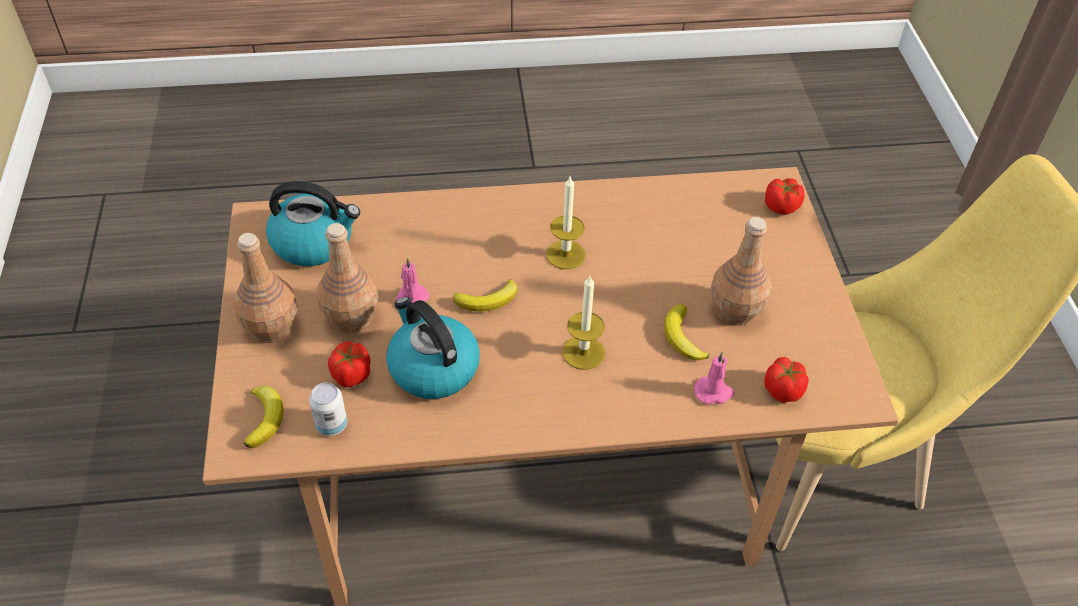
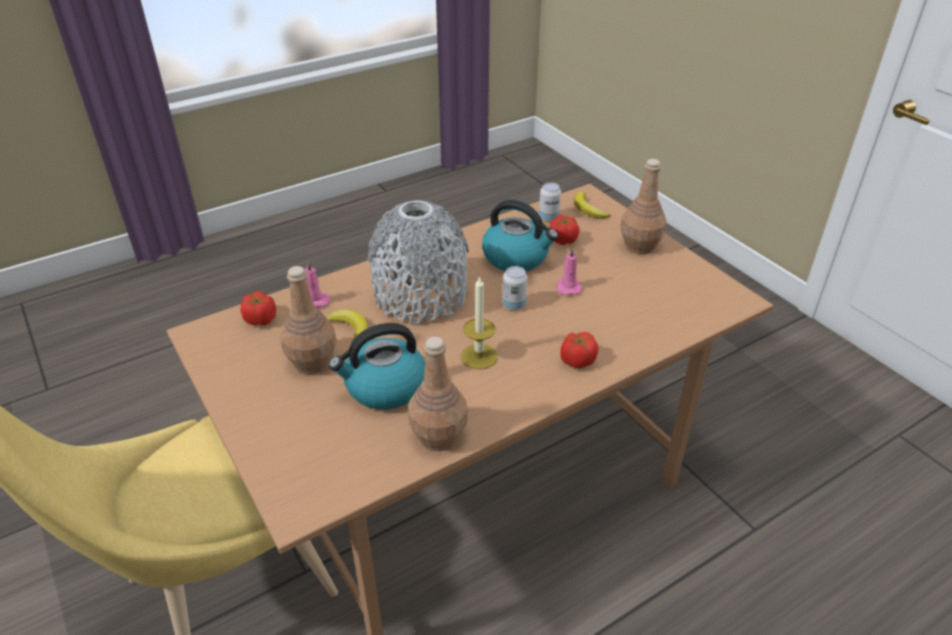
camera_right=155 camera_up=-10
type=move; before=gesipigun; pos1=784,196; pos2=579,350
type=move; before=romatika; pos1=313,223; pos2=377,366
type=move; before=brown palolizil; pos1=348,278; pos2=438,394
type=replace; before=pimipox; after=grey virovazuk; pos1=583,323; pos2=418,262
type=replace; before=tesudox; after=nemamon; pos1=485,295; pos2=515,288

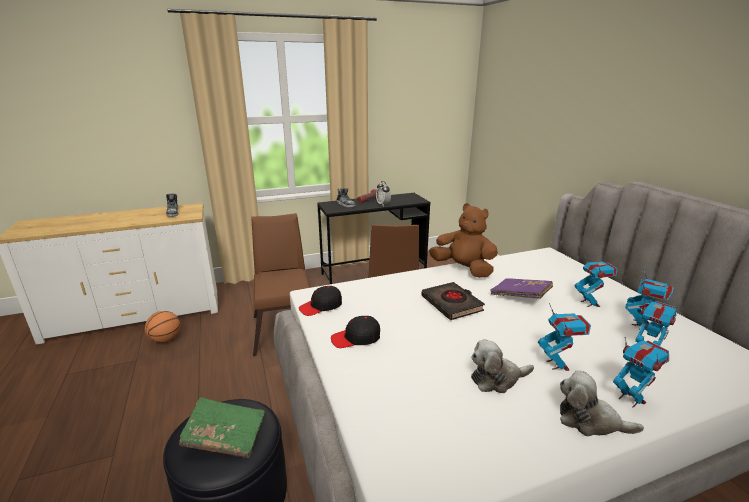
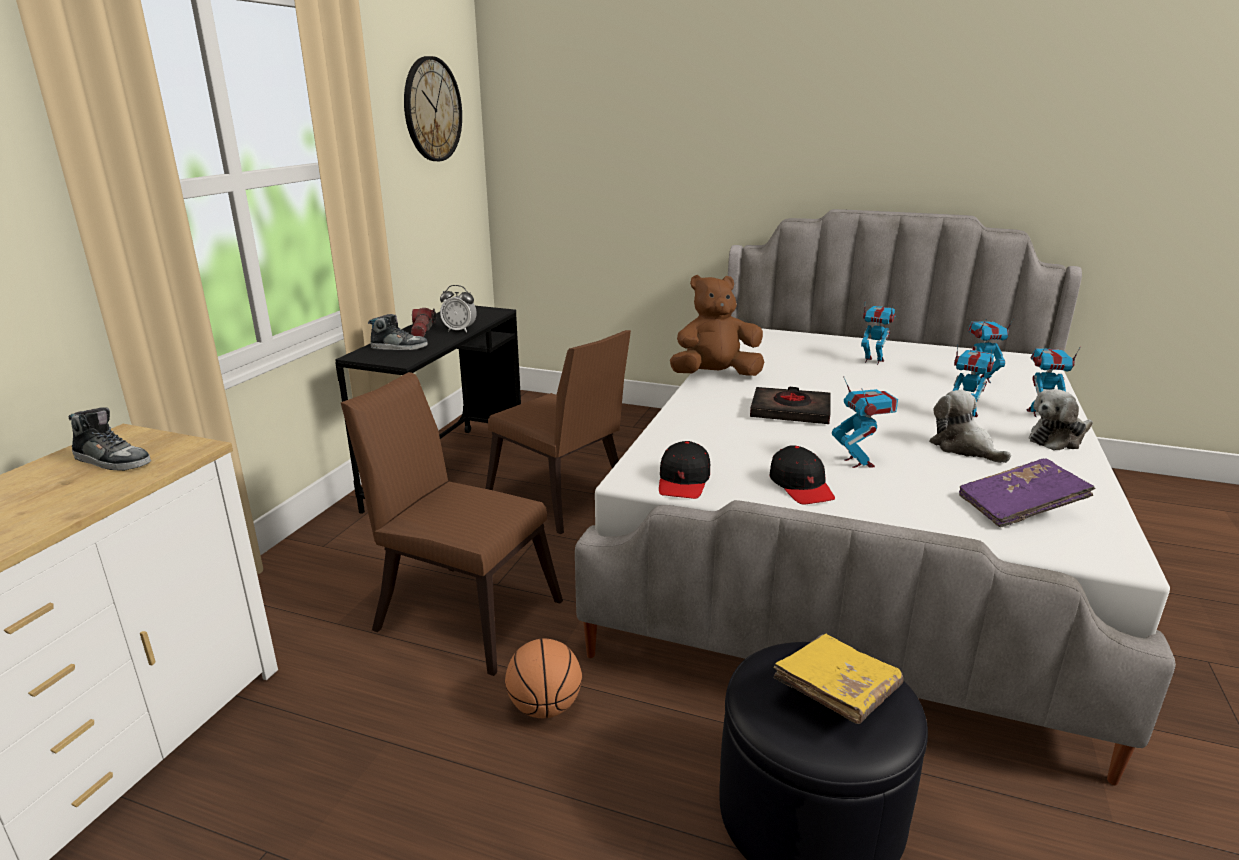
camera_right=-50 camera_up=0
type=move; before=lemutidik; pos1=649,299; pos2=865,422
type=move; before=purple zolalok; pos1=521,288; pos2=1027,493
type=move; before=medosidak; pos1=163,327; pos2=543,678
type=rotate; before=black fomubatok; pos1=355,332; pos2=802,475; turn=-45
type=rotate; before=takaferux; pos1=502,366; pos2=970,426; turn=120
type=recolor; before=green zolalok; after=yellow zolalok; pos1=222,427; pos2=838,679
type=insert; after=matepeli; pos2=433,108

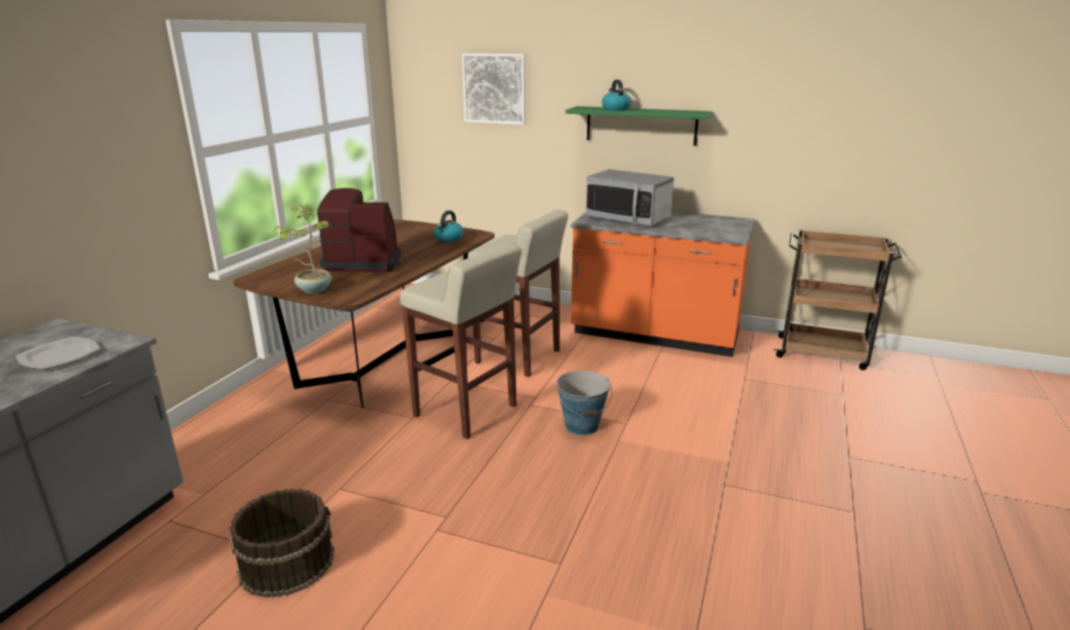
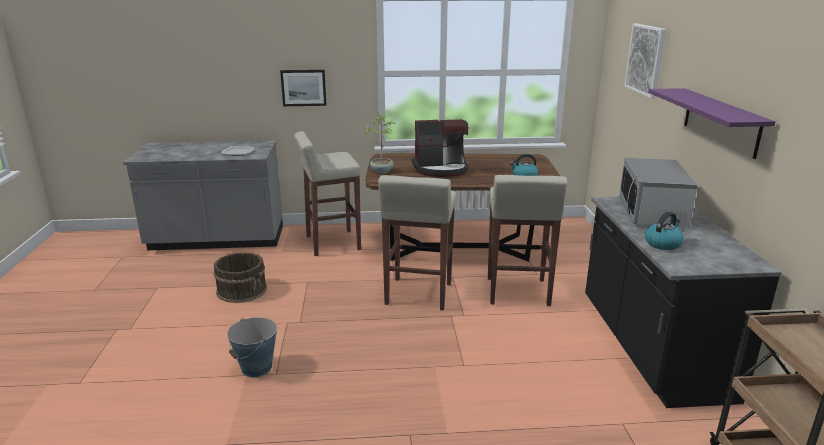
camera_right=65 camera_up=0
type=move; before=romatika; pos1=616,95; pos2=664,231
type=recolor; before=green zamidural; after=purple zamidural; pos1=639,126; pos2=711,123
type=rotate; before=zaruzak; pos1=359,230; pos2=440,148; turn=105
type=recolor; before=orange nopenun; after=black nopenun; pos1=663,284; pos2=683,302
type=move; before=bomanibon; pos1=584,403; pos2=252,347
type=insert; after=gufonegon; pos2=303,88
type=insert; after=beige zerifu; pos2=327,193

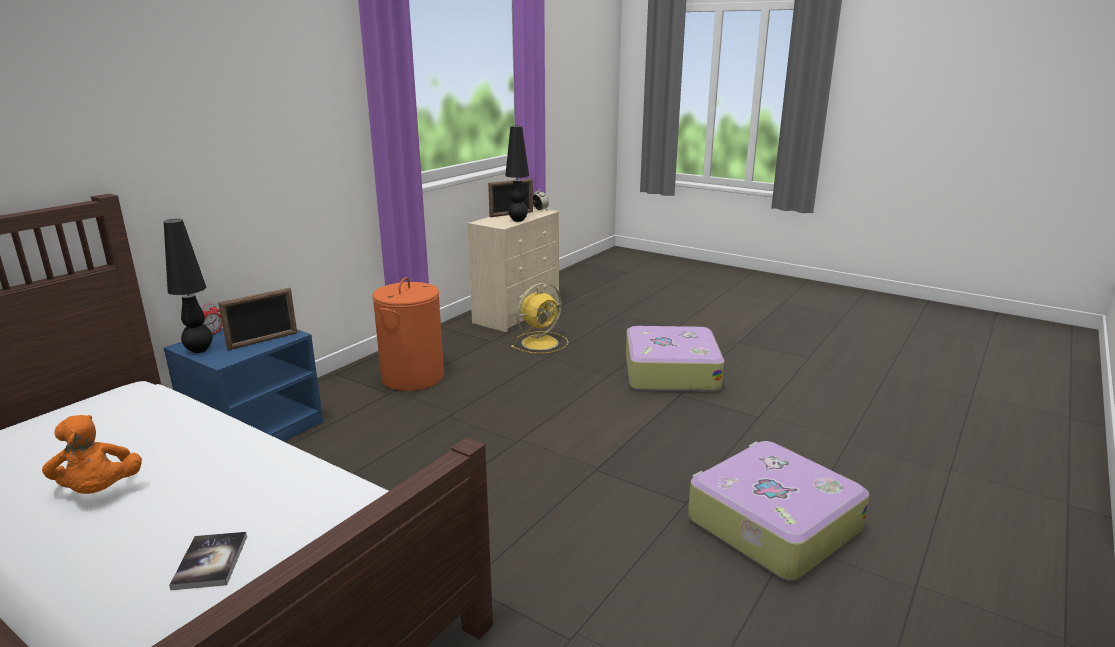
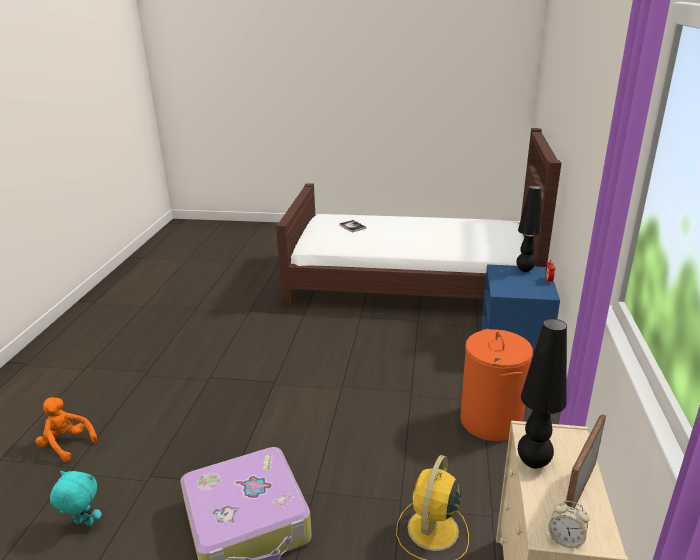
camera_right=155 camera_up=5
type=delete; before=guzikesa; pos1=257,319
type=move; before=orange takaferux; pos1=92,454; pos2=66,429
type=delete; before=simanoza; pos1=778,511
type=insert; after=turquoise takaferux; pos2=76,498

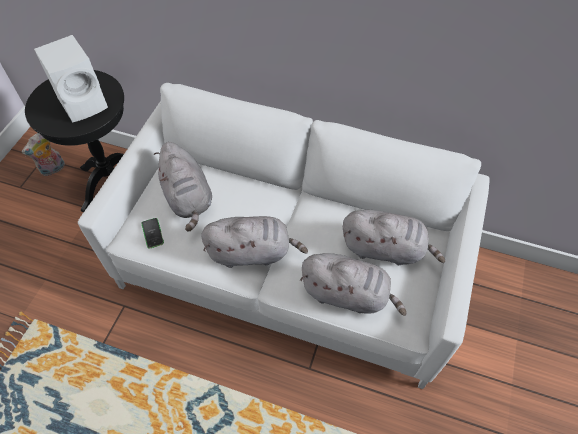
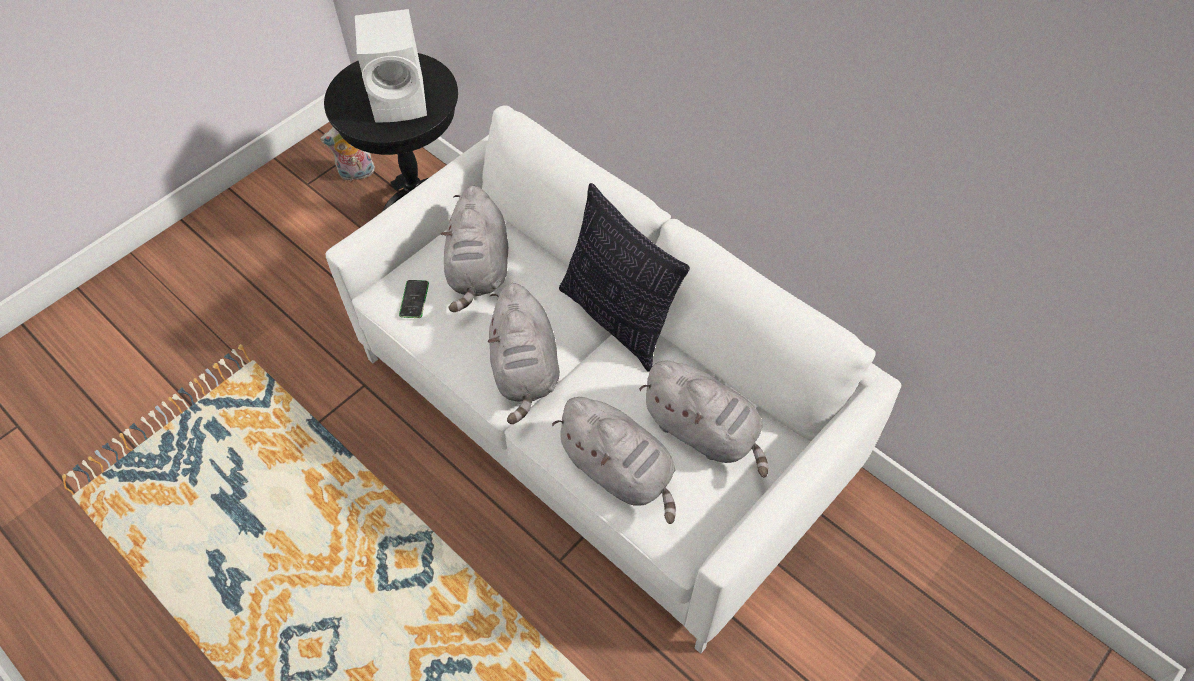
camera_right=25 camera_up=0
type=rotate; before=grey takaferux; pos1=254,242; pos2=524,353; turn=60
type=insert; after=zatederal; pos2=624,277

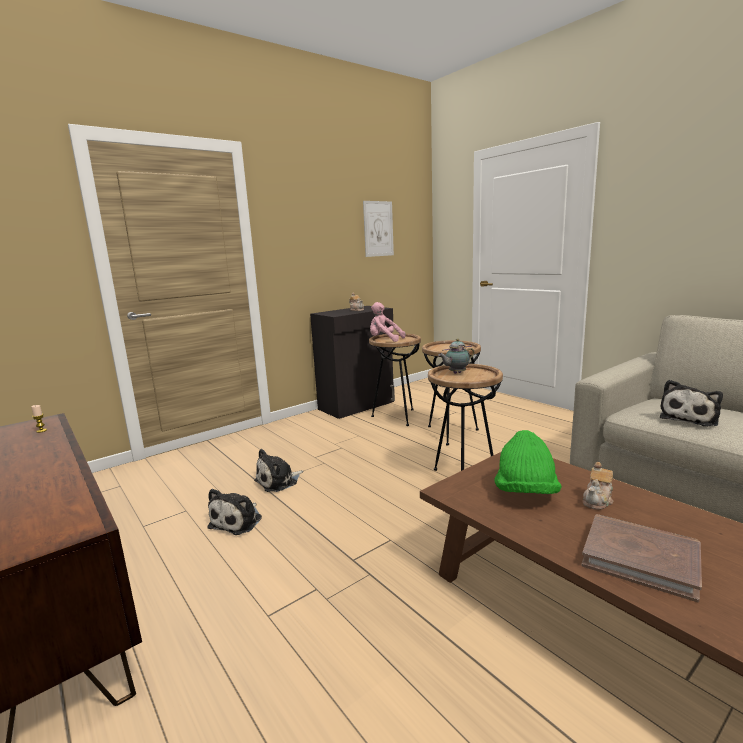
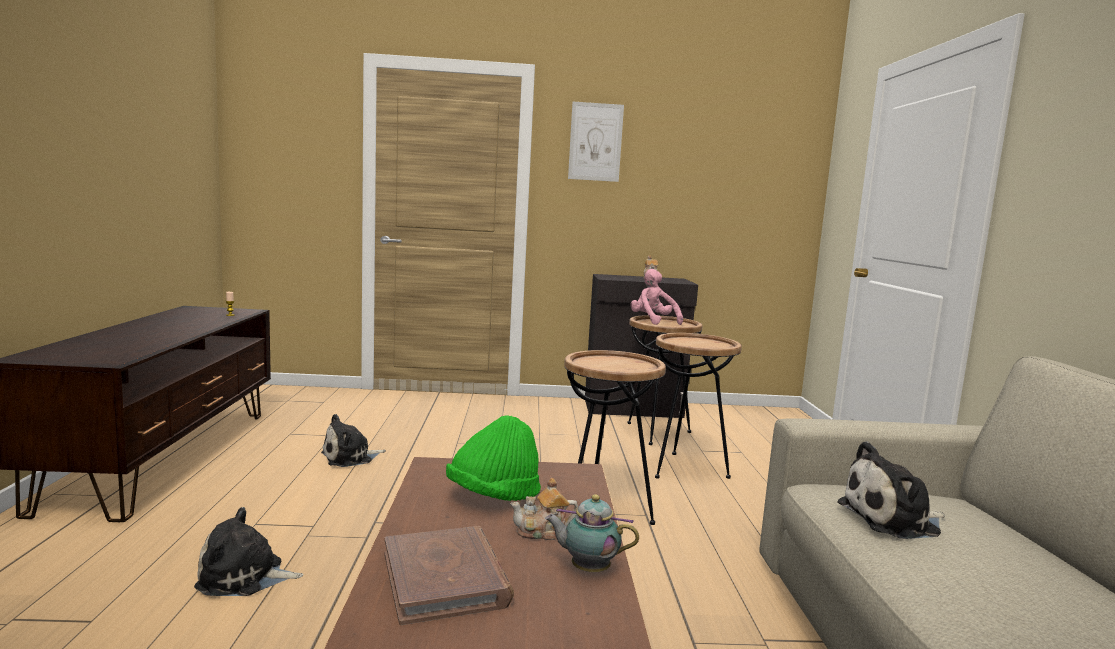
camera_right=35 camera_up=-5
type=move; before=gufonegon; pos1=378,229; pos2=596,142
type=move; before=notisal; pos1=456,356; pos2=592,533
type=move; before=takaferux; pos1=279,470; pos2=248,551

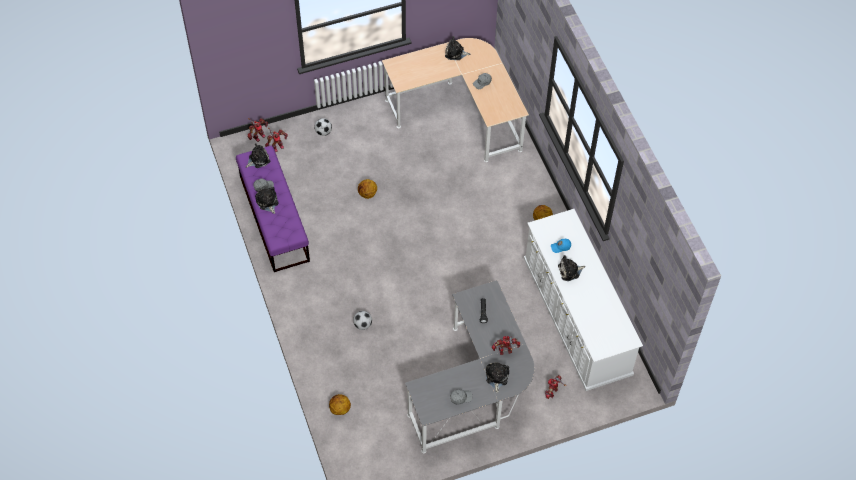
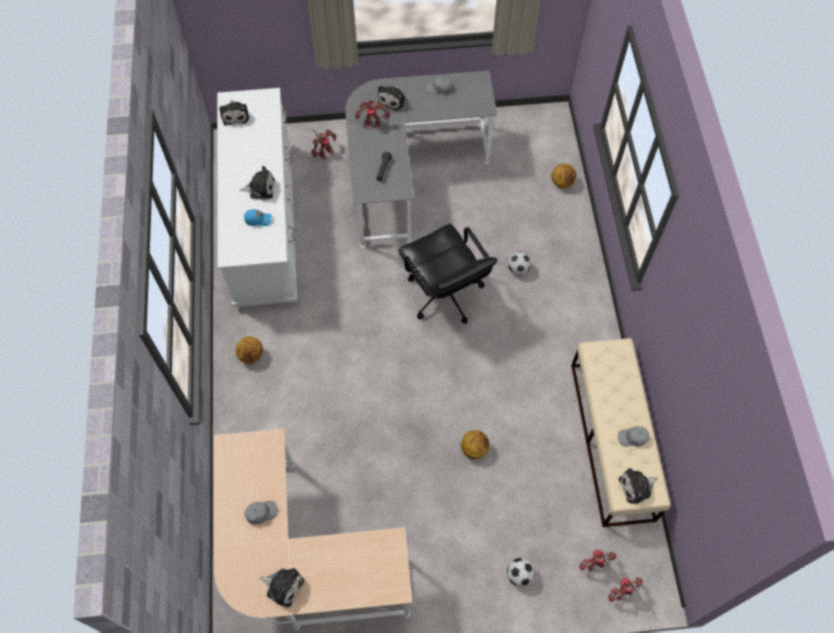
camera_right=-165 camera_up=5
type=recolor; before=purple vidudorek; after=beige vidudorek; pos1=273,209; pos2=621,432
type=move; before=takaferux; pos1=267,200; pos2=234,113
type=insert; after=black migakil; pos2=447,274

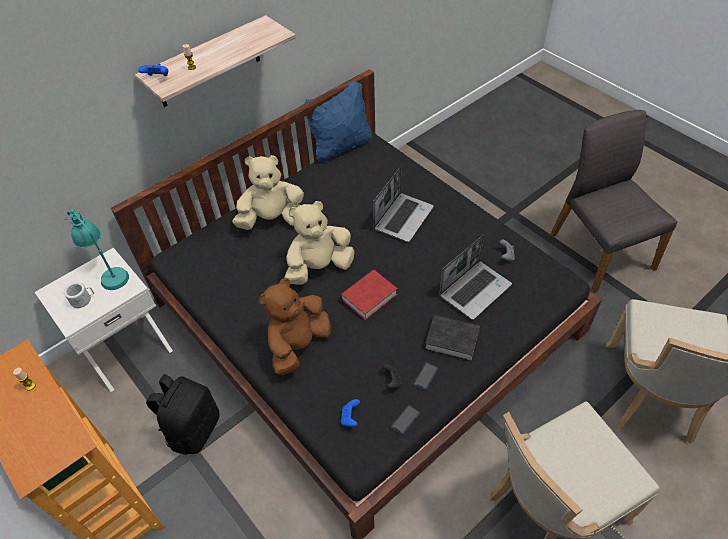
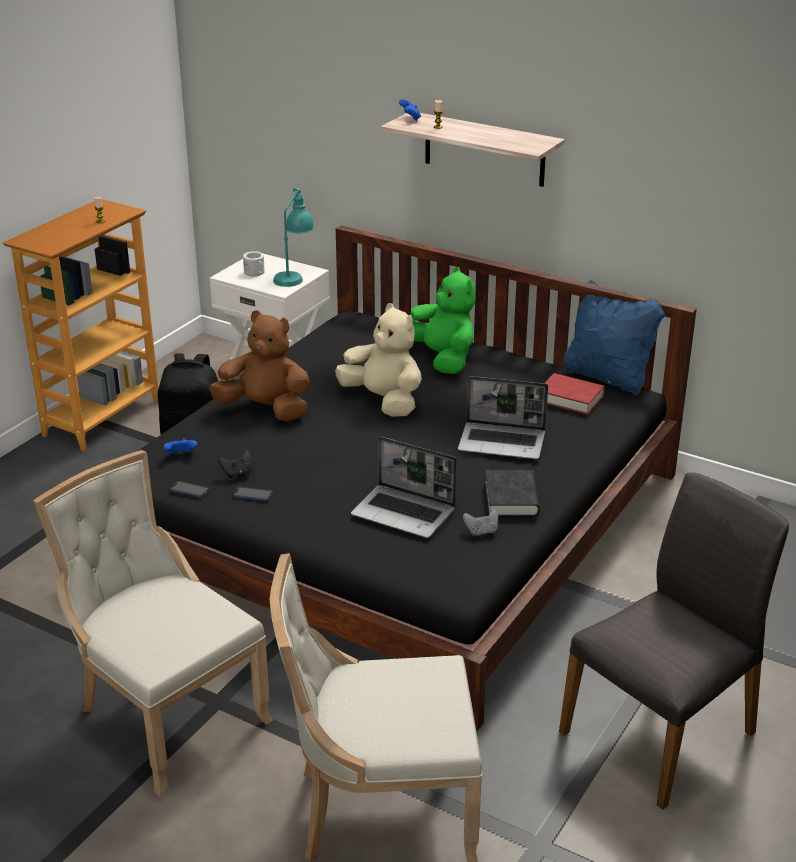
camera_right=70 camera_up=-20
type=recolor; before=beige takaferux; after=green takaferux; pos1=268,192; pos2=443,320
type=move; before=red zolalok; pos1=369,295; pos2=575,394
type=move; before=black zolalok; pos1=452,338; pos2=512,493

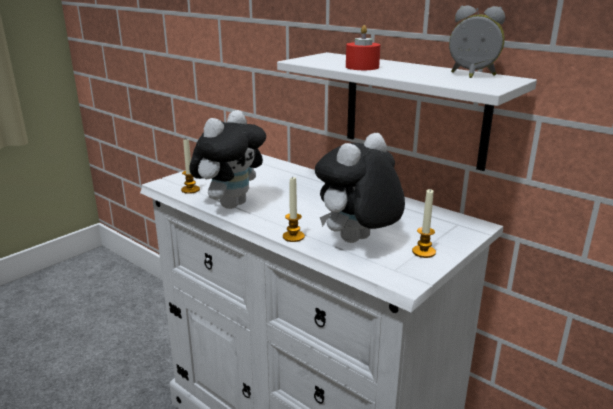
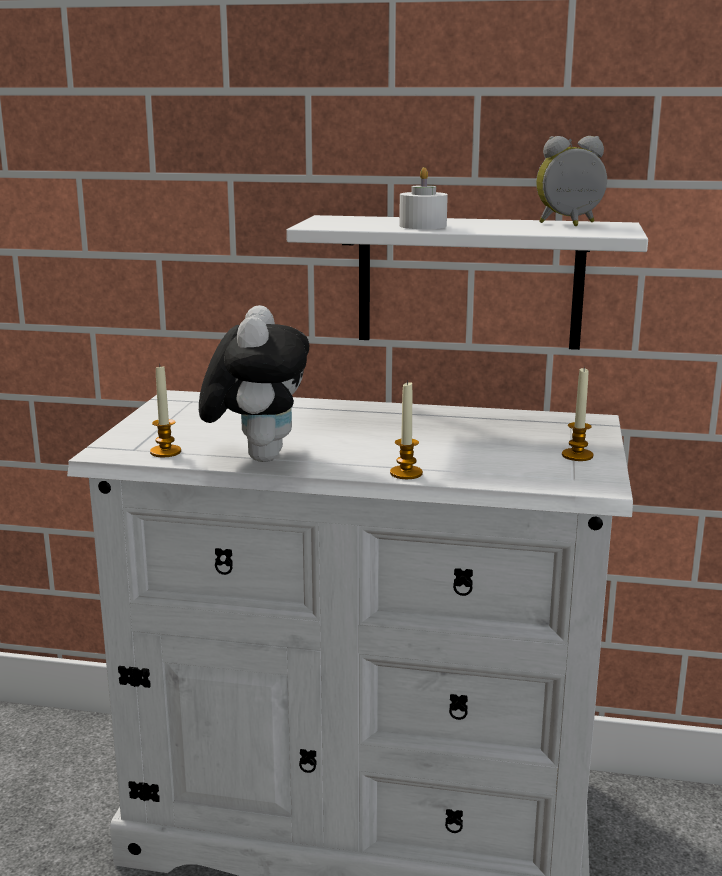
camera_right=-30 camera_up=-5
type=recolor; before=red pimipox; after=white pimipox; pos1=363,47; pos2=423,198
type=delete; before=takaferux; pos1=360,188

